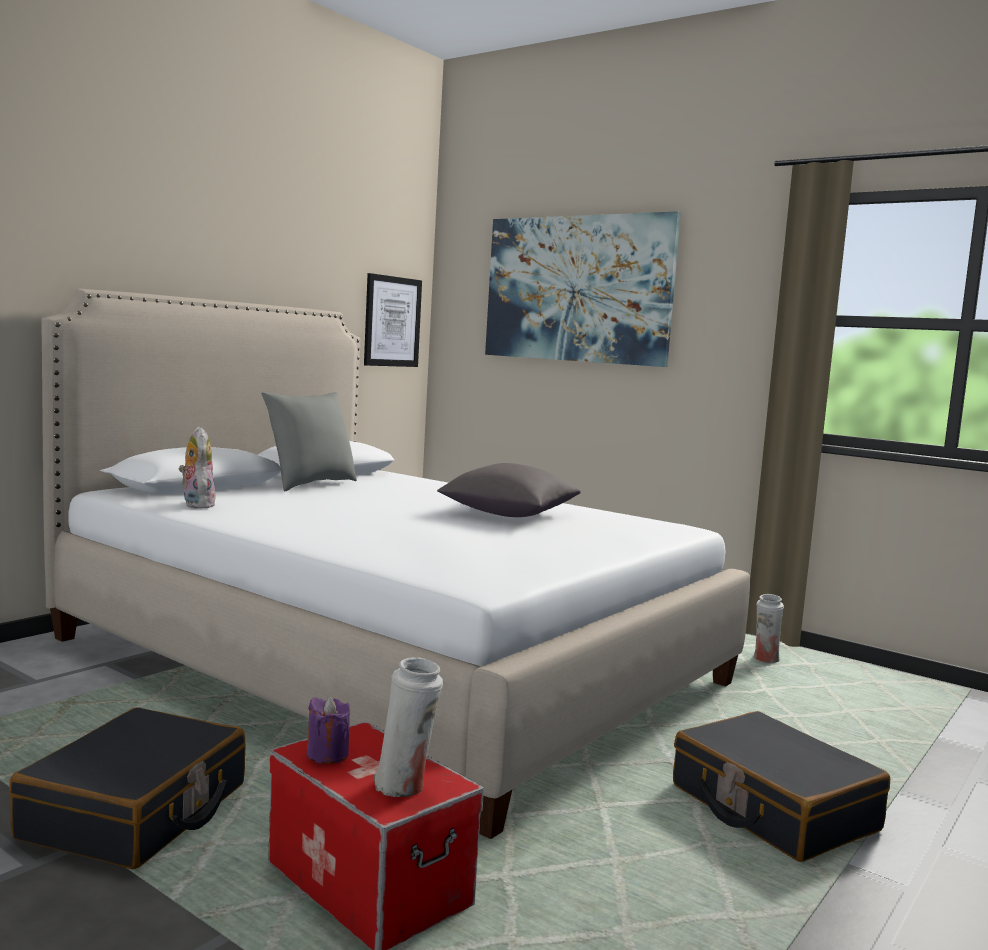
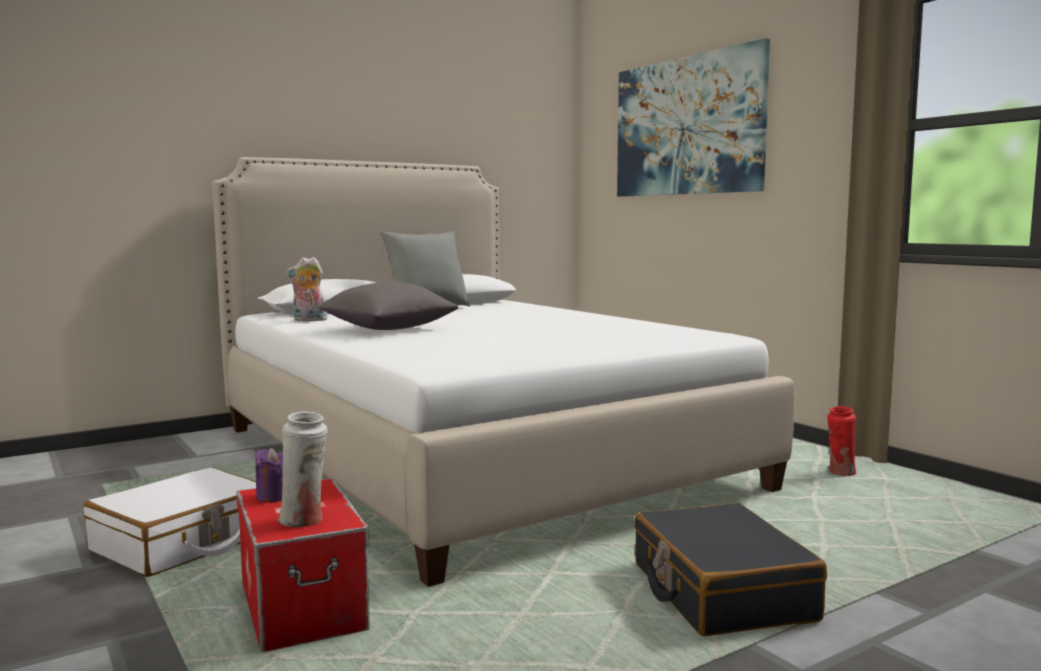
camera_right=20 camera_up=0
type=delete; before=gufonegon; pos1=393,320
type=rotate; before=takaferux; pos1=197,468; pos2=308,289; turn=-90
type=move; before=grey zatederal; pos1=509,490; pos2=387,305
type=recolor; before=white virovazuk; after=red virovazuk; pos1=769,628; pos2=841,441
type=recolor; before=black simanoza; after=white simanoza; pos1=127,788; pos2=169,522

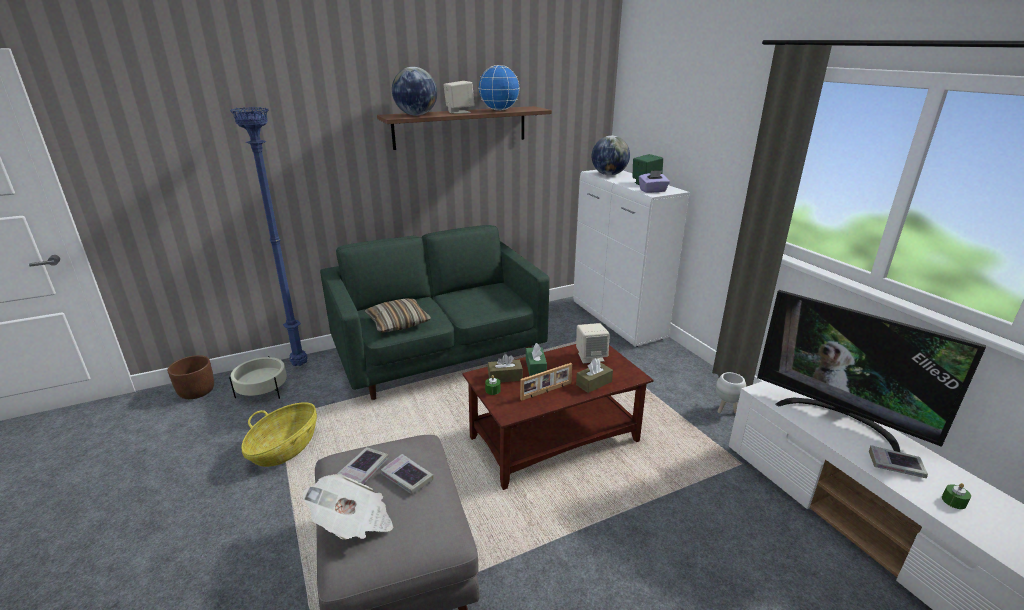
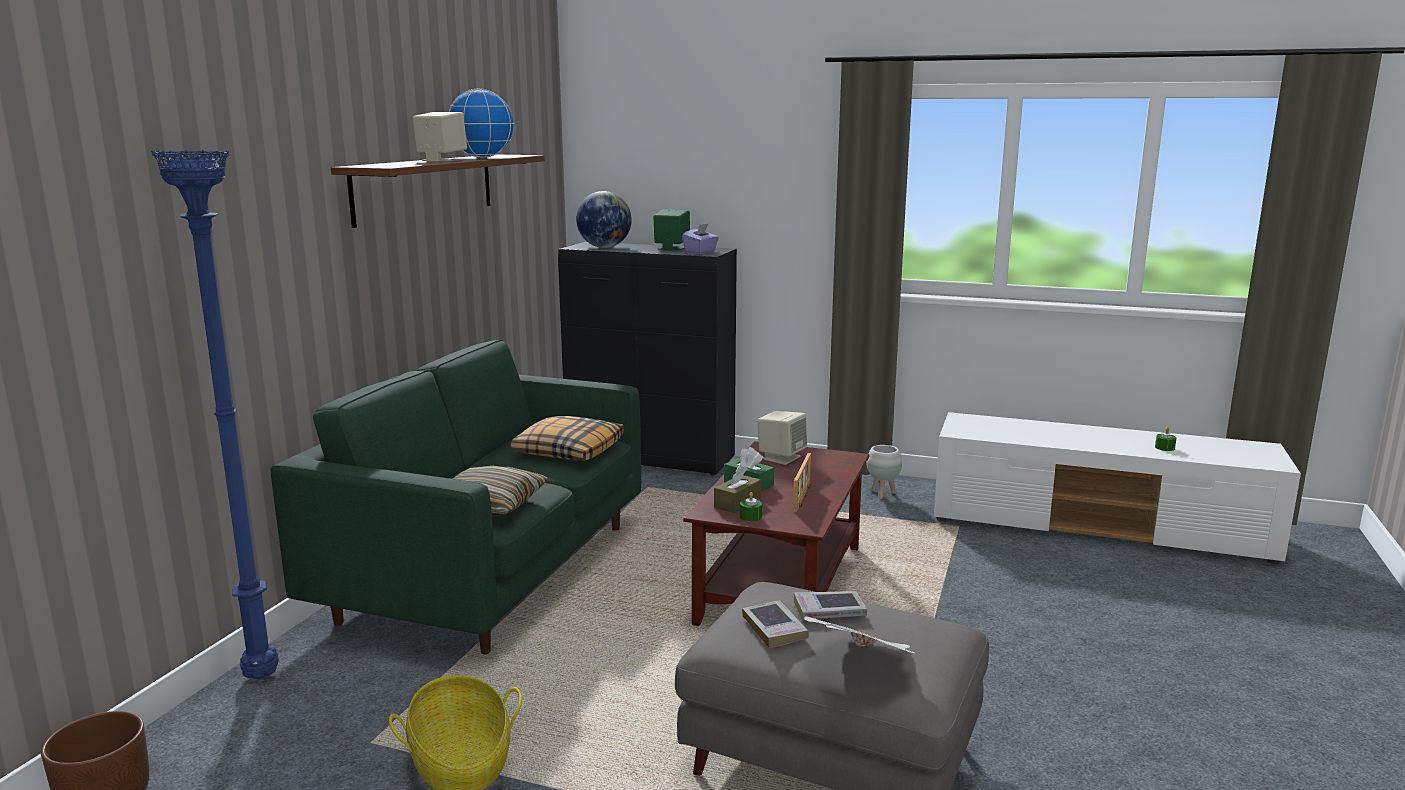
camera_right=-45 camera_up=-10
type=delete; before=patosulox; pos1=414,91
type=recolor; before=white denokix; after=black denokix; pos1=631,258; pos2=647,359
type=delete; before=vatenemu; pos1=871,371
type=delete; before=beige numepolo; pos1=258,377
type=delete; before=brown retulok; pos1=594,375
type=delete; before=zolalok; pos1=898,461
type=insert; after=zatederal; pos2=567,438

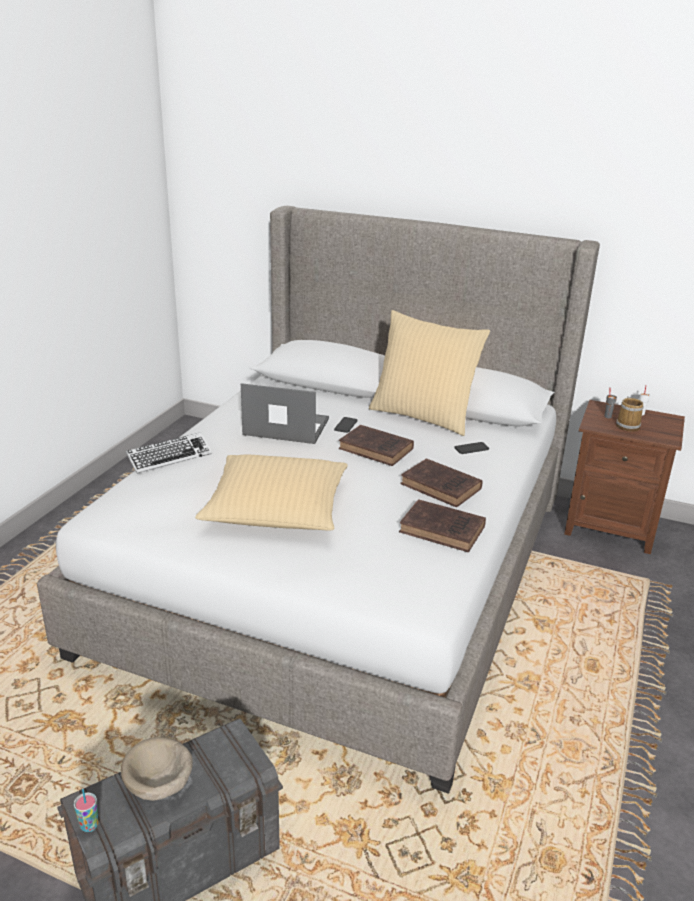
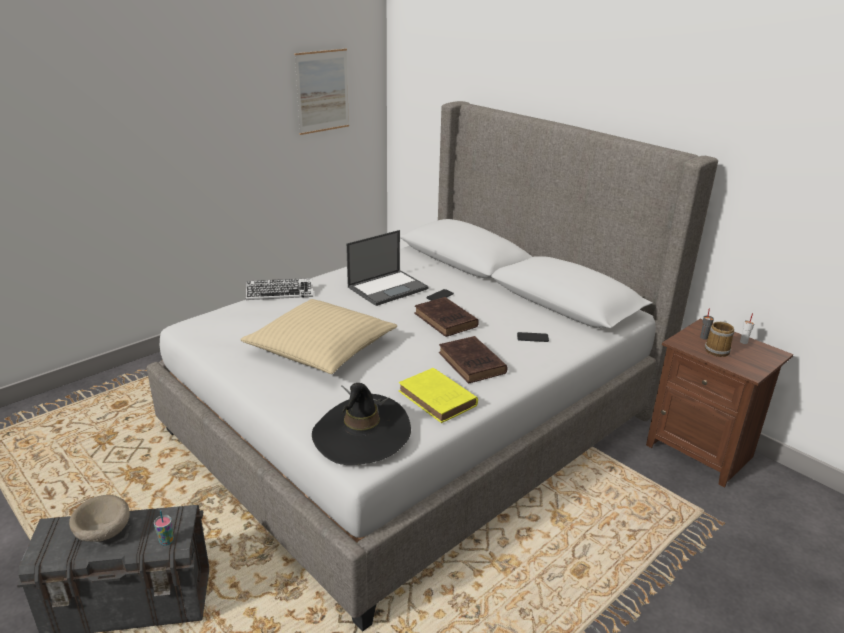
camera_right=25 camera_up=0
type=delete; before=beige zatederal; pos1=429,373
type=rotate; before=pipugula; pos1=285,413; pos2=387,268; turn=105
type=recolor; before=brown zolalok; after=yellow zolalok; pos1=442,525; pos2=438,395
type=move; before=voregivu; pos1=86,810; pos2=164,528
type=insert; after=gufonegon; pos2=321,92
type=insert; after=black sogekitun; pos2=361,424

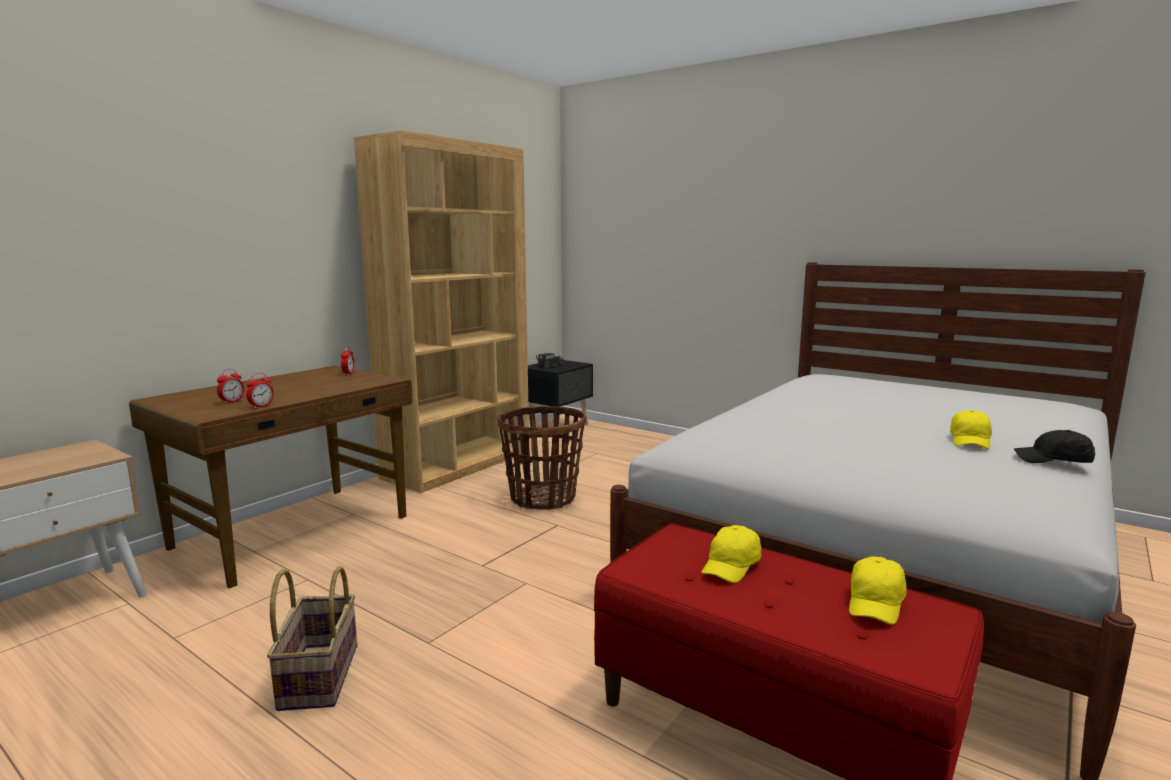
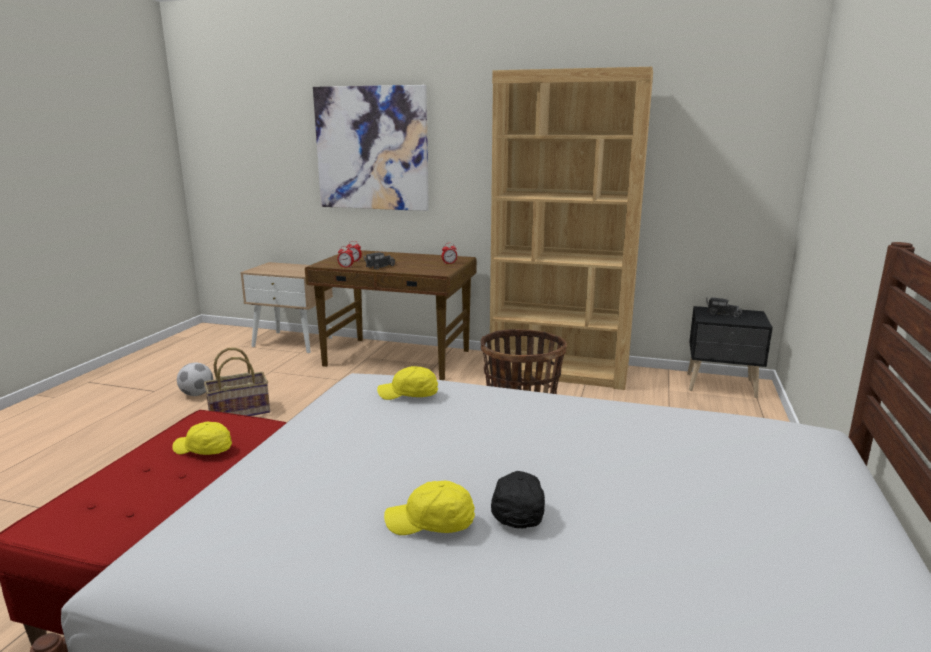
camera_right=70 camera_up=5
type=move; before=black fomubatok; pos1=1054,446; pos2=518,499
type=move; before=yellow fomubatok; pos1=878,590; pos2=407,383
type=insert; after=gufonegon; pos2=371,148
type=insert; after=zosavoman; pos2=379,261
type=insert; after=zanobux; pos2=195,379

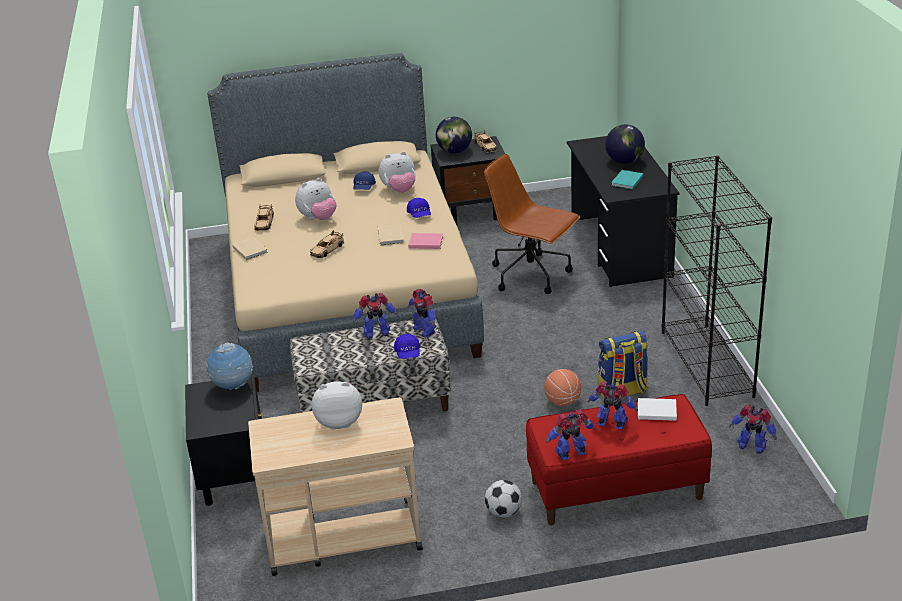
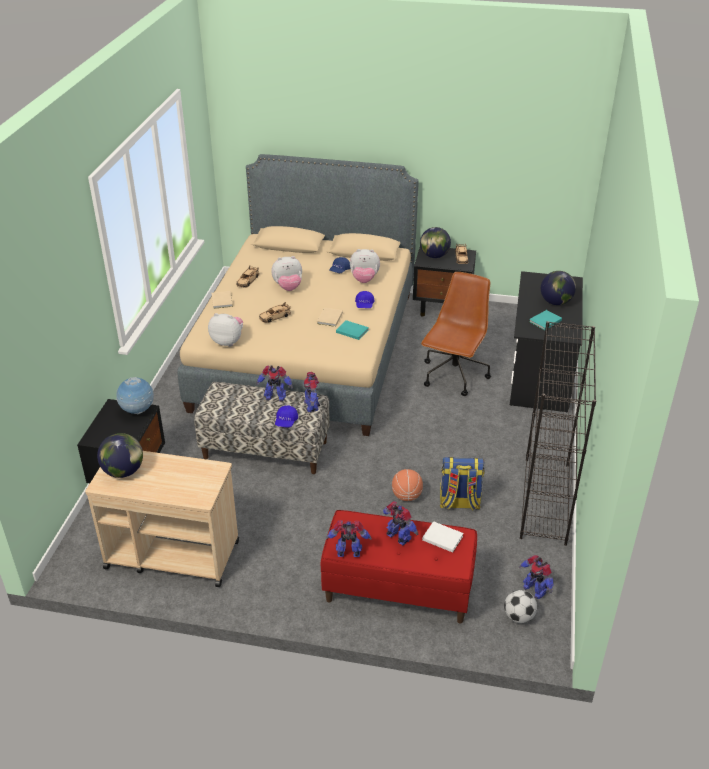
camera_right=20 camera_up=5
type=rotate; before=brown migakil; pos1=532,224; pos2=456,334; turn=60
type=recolor; before=pink zolalok; after=turquoise zolalok; pos1=425,241; pos2=352,330
type=move; before=takaferux; pos1=336,405; pos2=225,330
type=move; before=zanobux; pos1=503,498; pos2=520,606
type=insert; after=patosulox; pos2=120,455

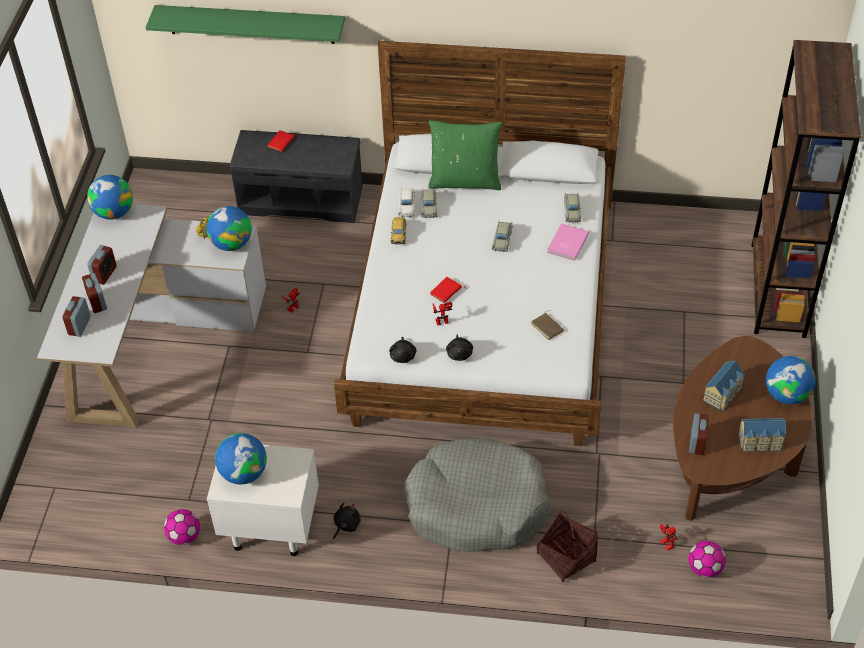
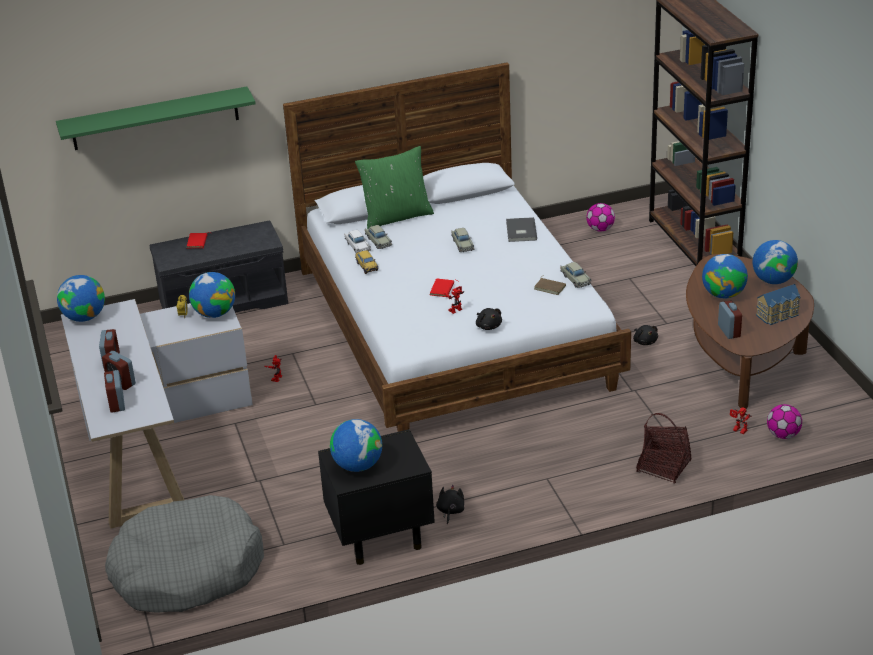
camera_right=-25 camera_up=-15
type=move; before=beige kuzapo; pos1=572,208; pos2=575,275
type=recolor; before=pink zolalok; after=grey zolalok; pos1=568,242; pos2=521,229
type=move; before=black takaferux; pos1=402,350; pos2=645,335
type=replace; before=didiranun; after=patosulox; pos1=724,385; pos2=725,276
type=move; before=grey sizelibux; pos1=476,495; pos2=184,554
type=recolor; before=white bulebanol; after=black bulebanol; pos1=263,500; pos2=376,497
type=move; before=zanobux; pos1=182,527; pos2=600,217

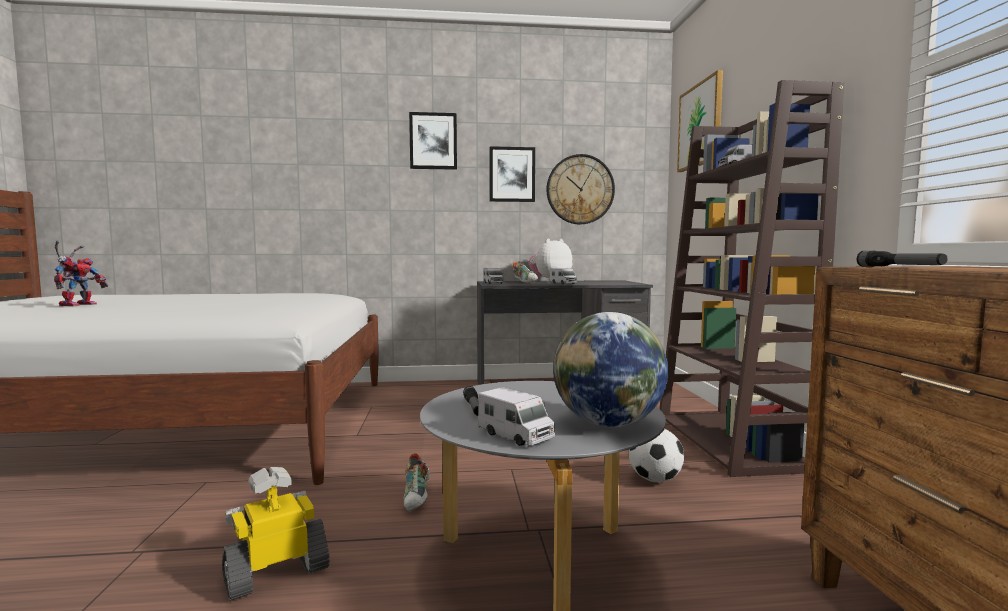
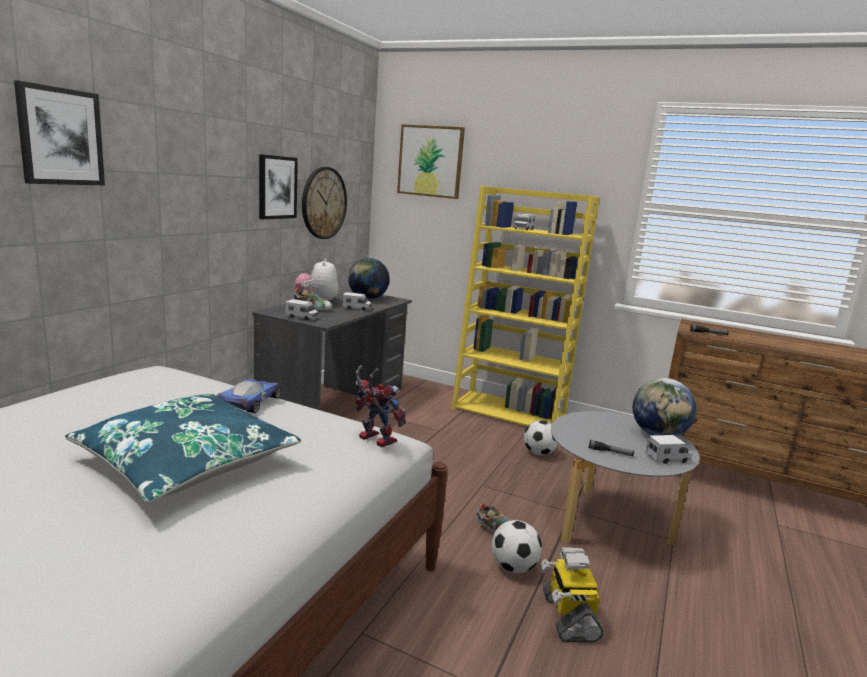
camera_right=-60 camera_up=10
type=recolor; before=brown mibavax; after=yellow mibavax; pos1=751,278; pos2=525,306
type=move; before=gufonegon; pos1=433,141; pos2=59,132
type=move; before=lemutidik; pos1=81,273; pos2=380,406
type=insert; after=patosulox; pos2=369,278
type=insert; after=kuzapo; pos2=248,395
type=insert; after=blue zatederal; pos2=183,448
type=insert; after=zanobux; pos2=516,546

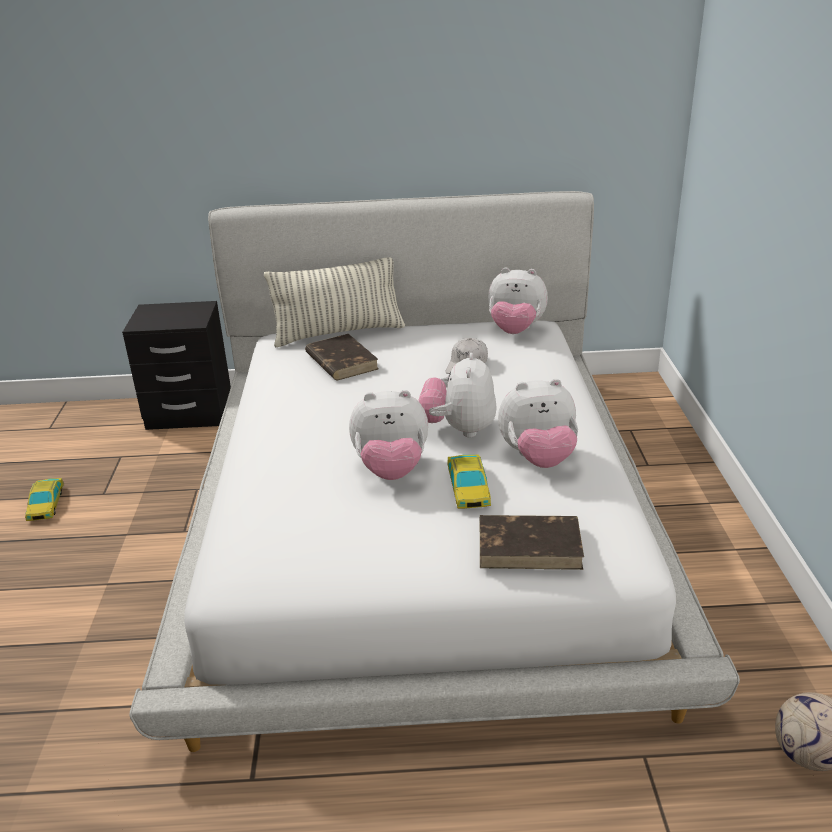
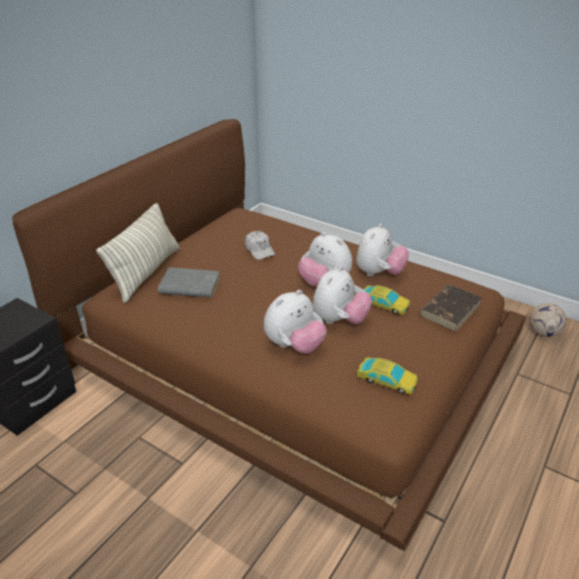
camera_right=-55 camera_up=5
type=recolor; before=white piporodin; after=brown piporodin; pos1=435,471; pos2=269,335
type=move; before=takaferux; pos1=518,300; pos2=295,322
type=recolor; before=brown zolalok; after=grey zolalok; pos1=341,357; pos2=189,282
type=move; before=kuzapo; pos1=44,499; pos2=387,376

